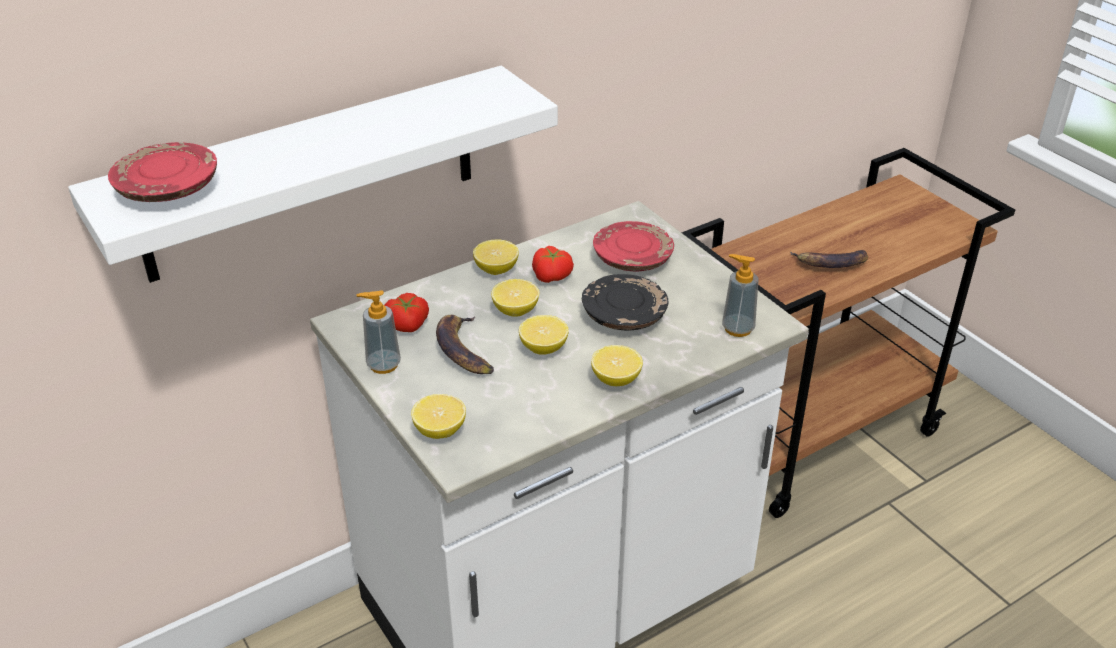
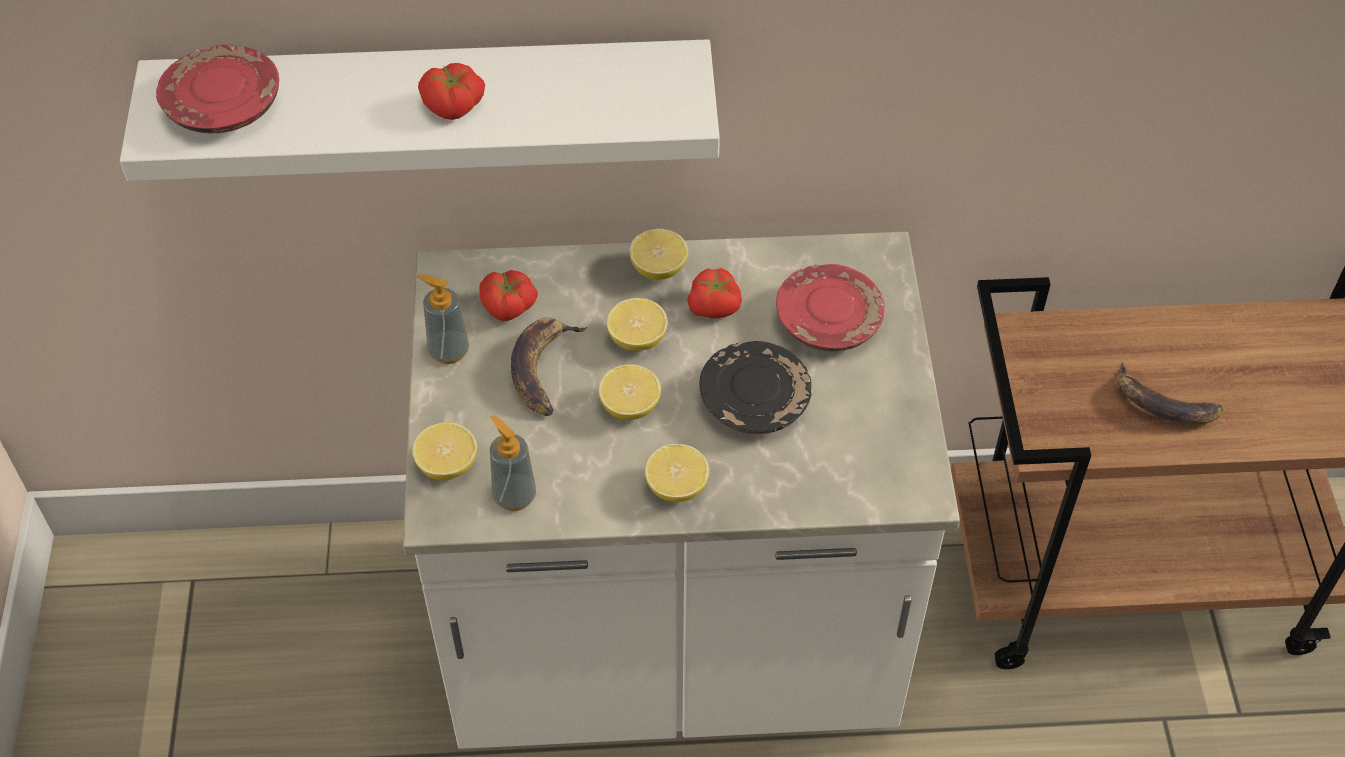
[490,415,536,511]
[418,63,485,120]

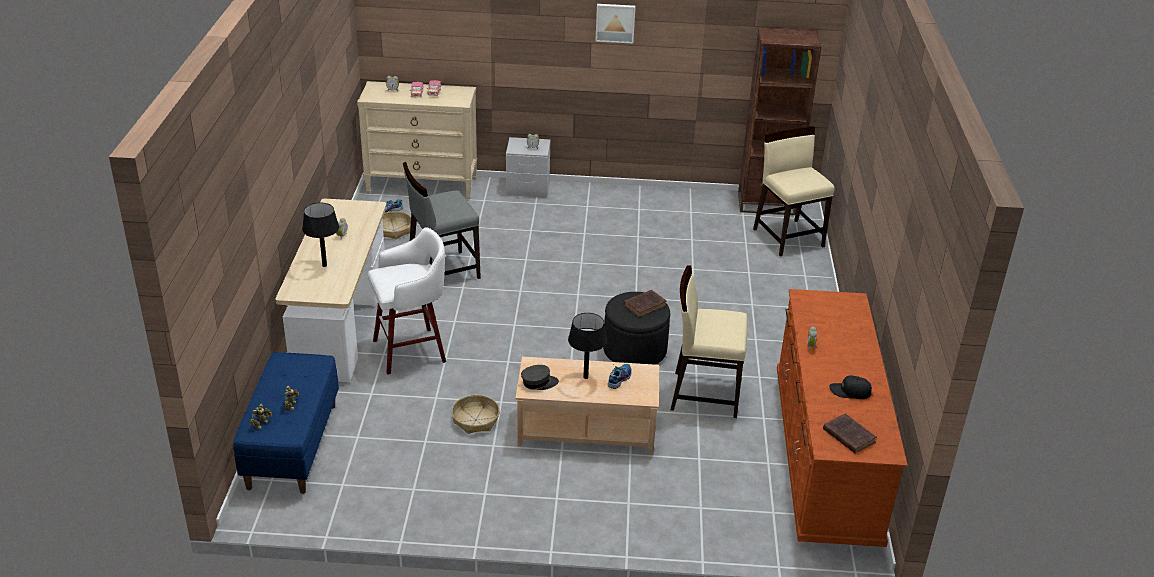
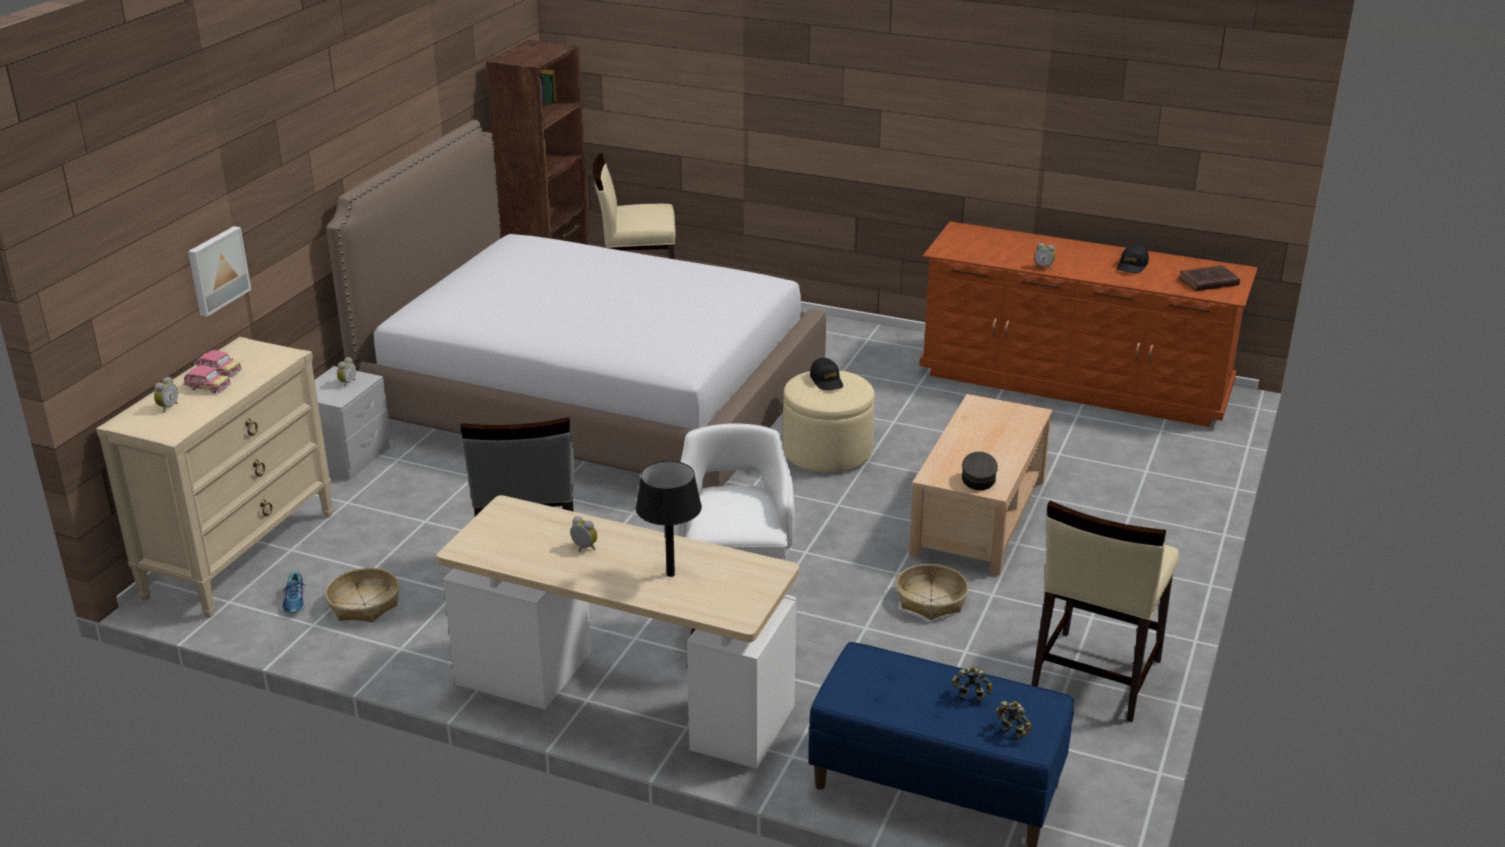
[568,313,607,379] (first image)
[188,226,251,317]
[783,370,875,473]
[608,364,632,389] (first image)
[810,358,843,390]
[1031,501,1179,722]
[326,120,826,488]

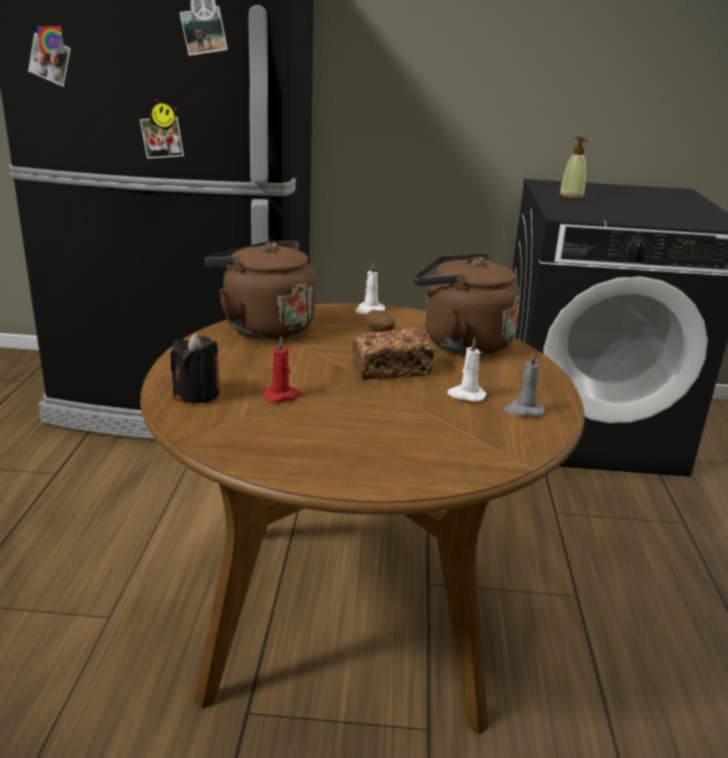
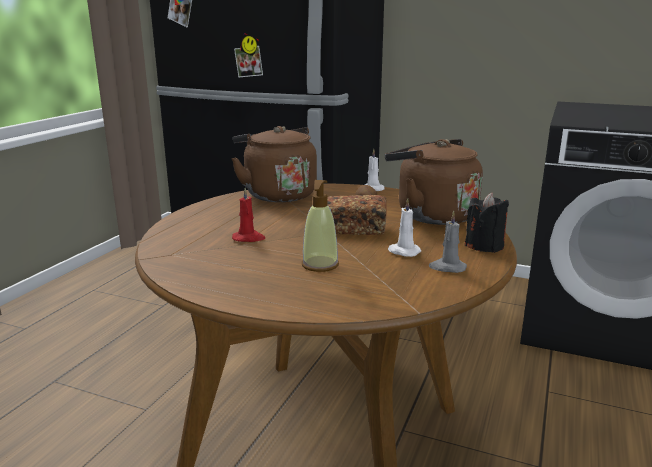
[465,193,509,253]
[302,180,339,272]

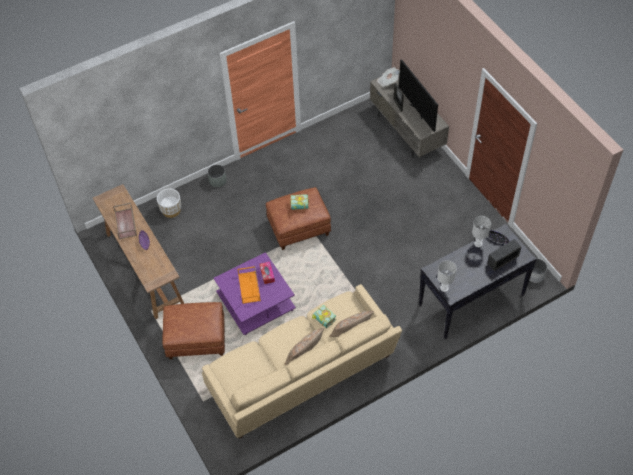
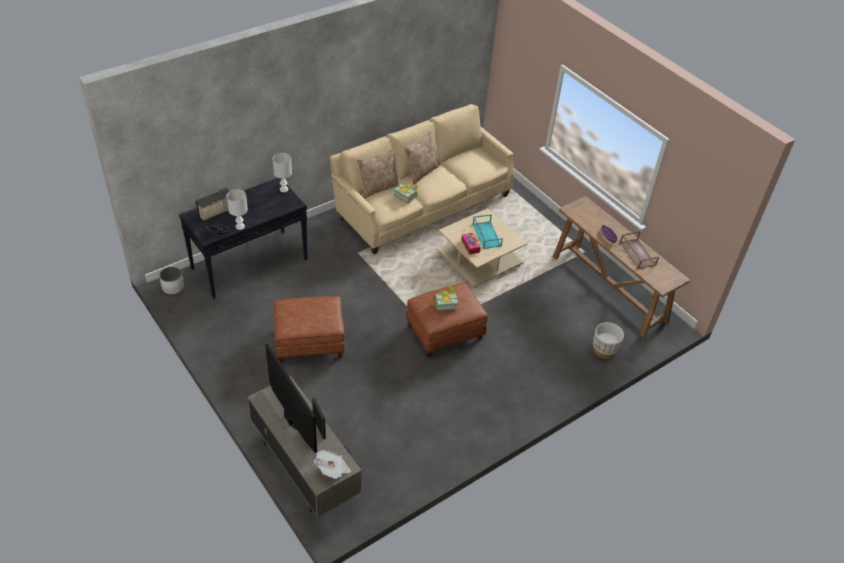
[273,296,345,363]
[207,164,227,187] (first image)
[437,208,527,288]
[473,214,503,249]

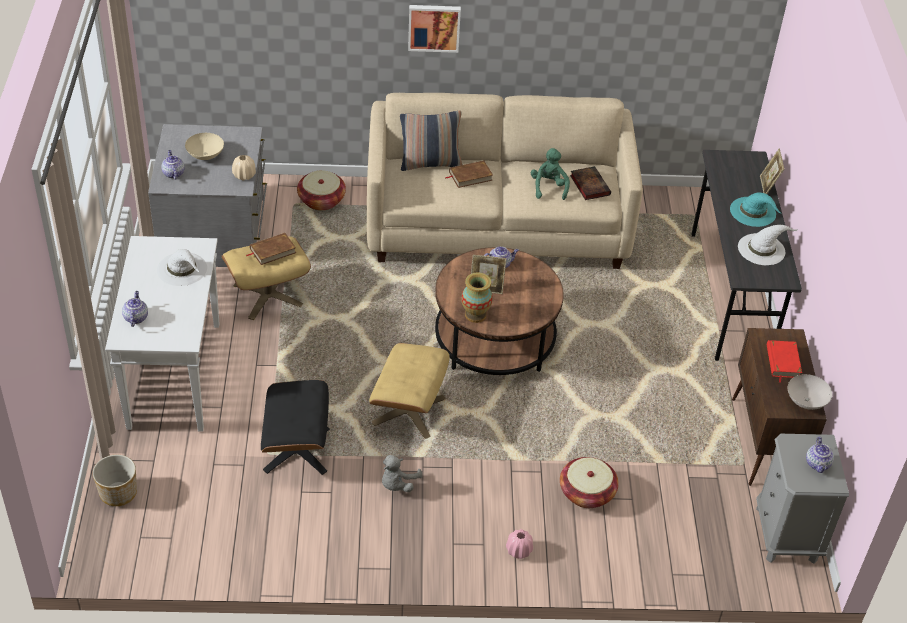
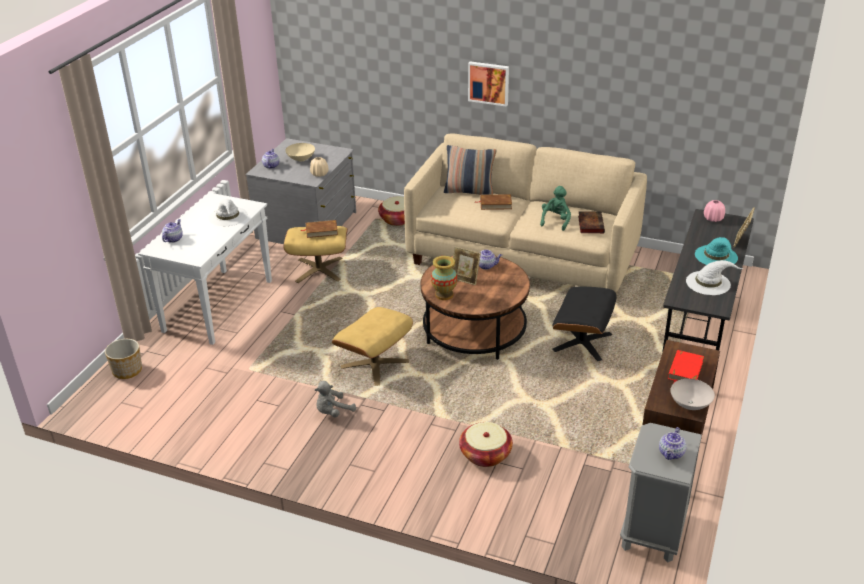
[552,287,617,361]
[704,200,725,222]

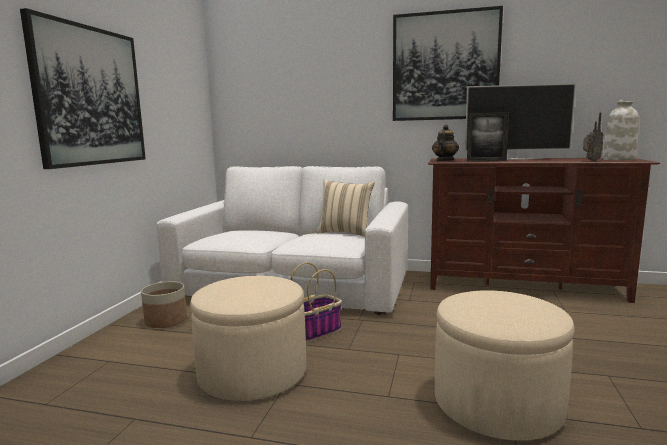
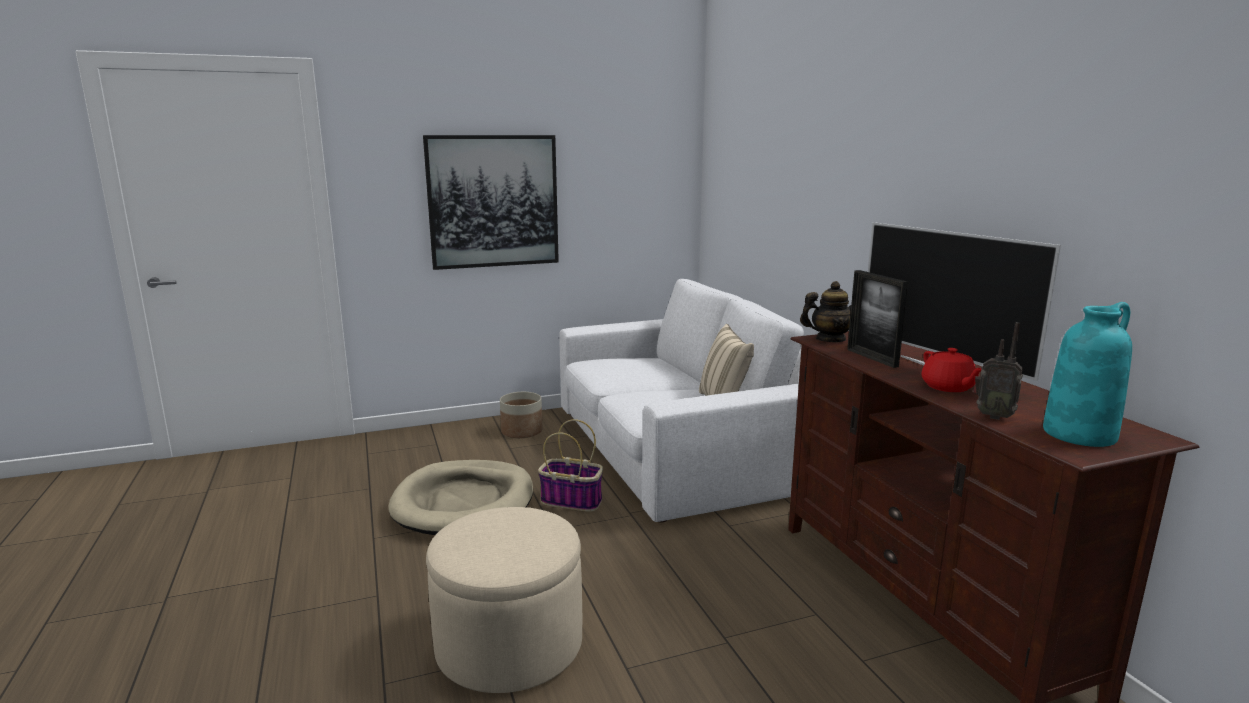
[389,460,533,535]
[393,6,503,121] (first image)
[1043,302,1132,447]
[922,348,982,392]

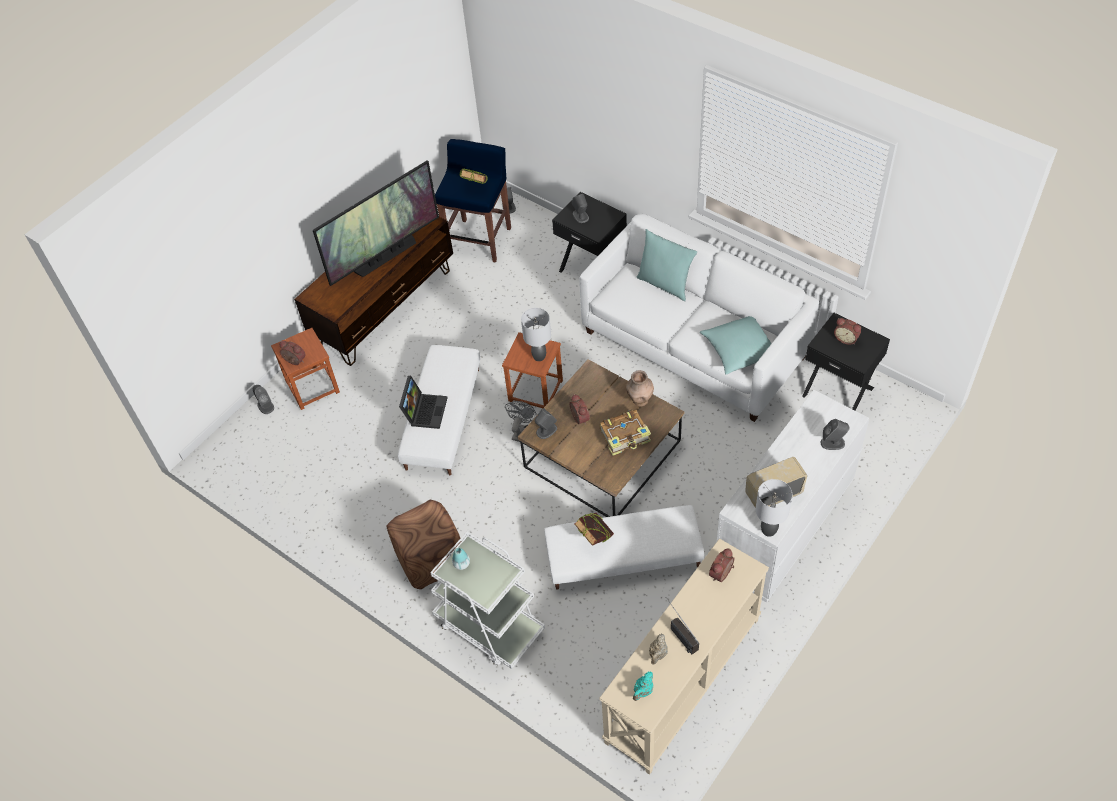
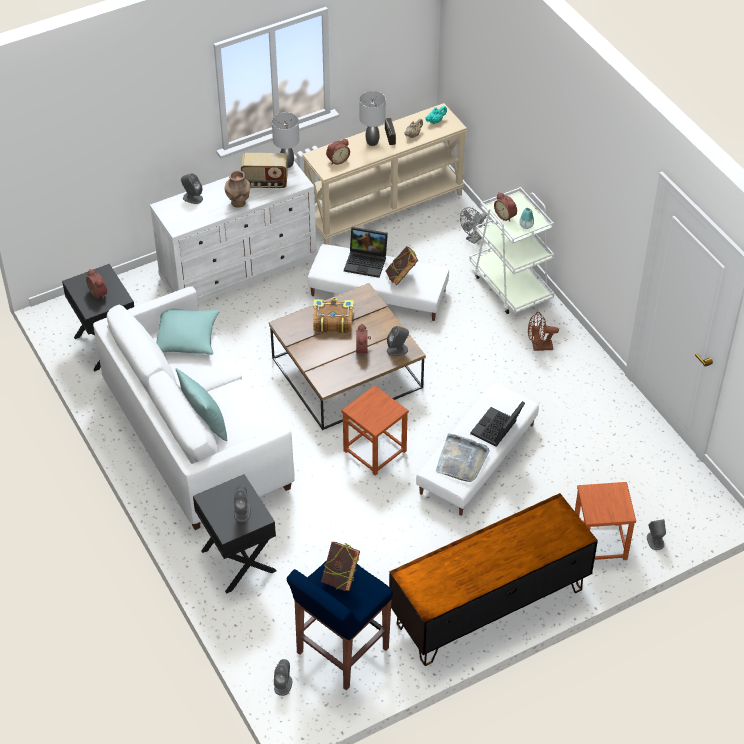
[494,193,517,221]
[313,160,439,286] (first image)
[528,312,559,351]
[460,207,487,244]
[359,91,386,146]
[225,170,250,208]
[344,227,388,278]
[436,434,490,482]

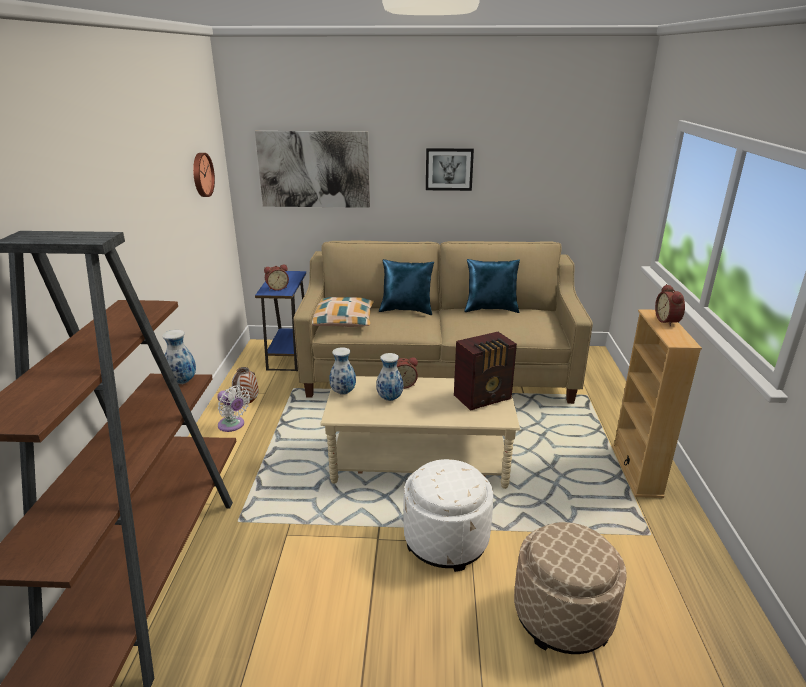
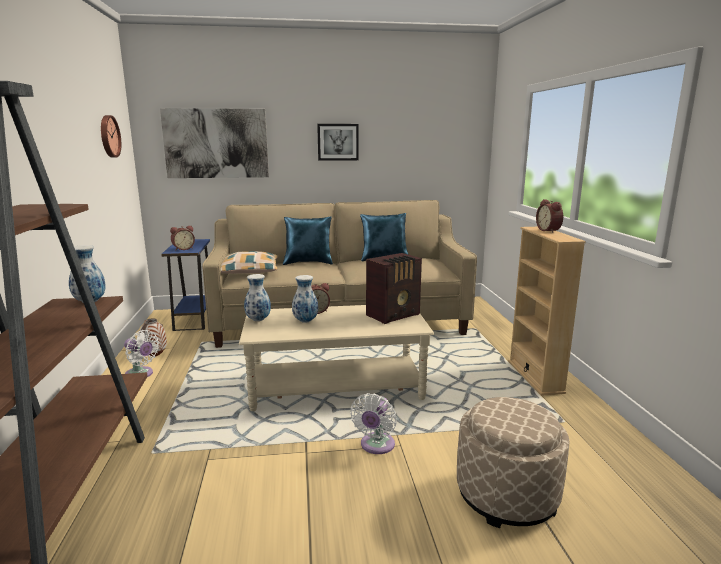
[350,393,397,454]

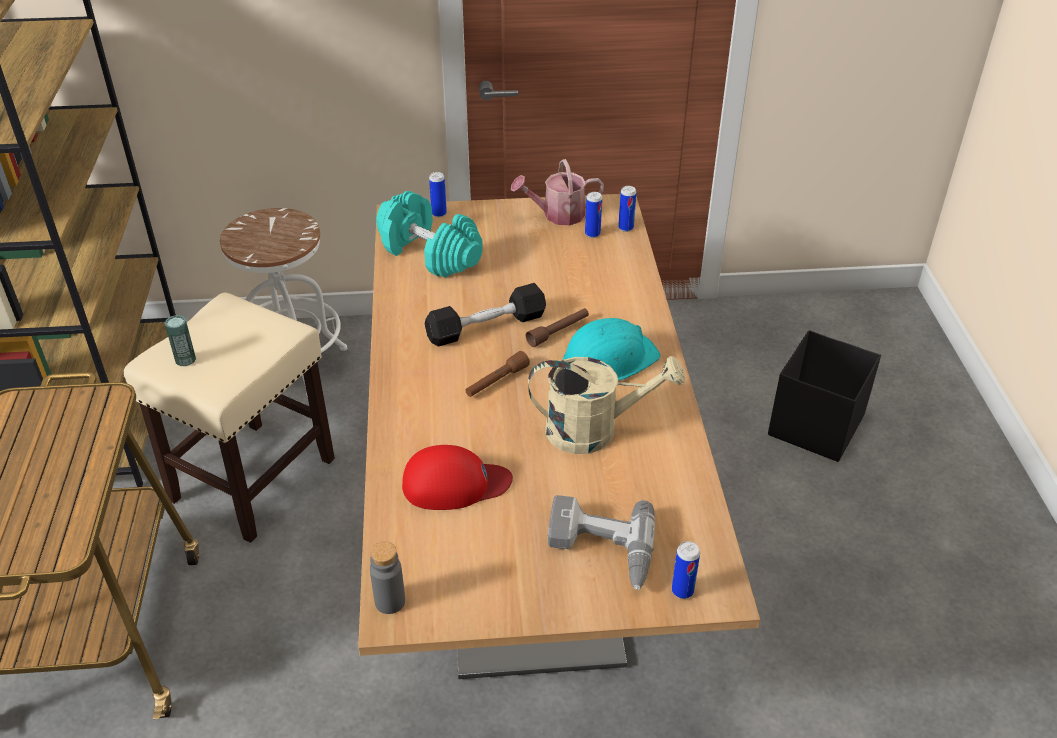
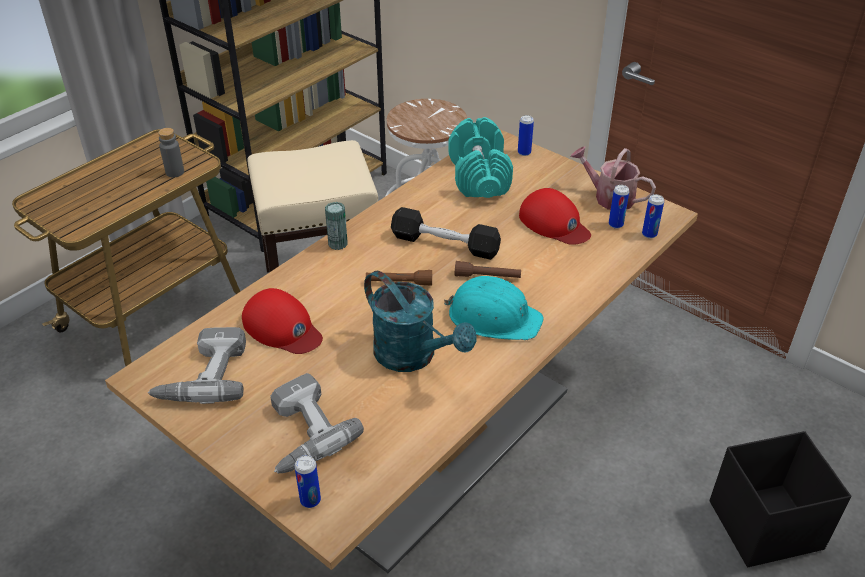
[325,202,348,250]
[158,128,184,177]
[364,271,477,372]
[148,327,246,404]
[519,188,591,245]

